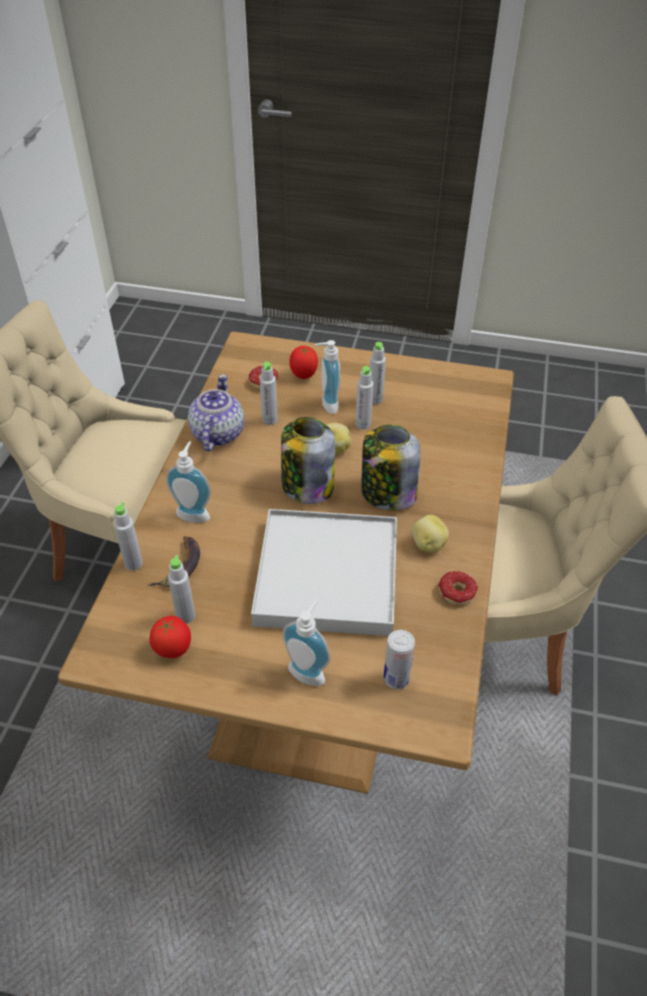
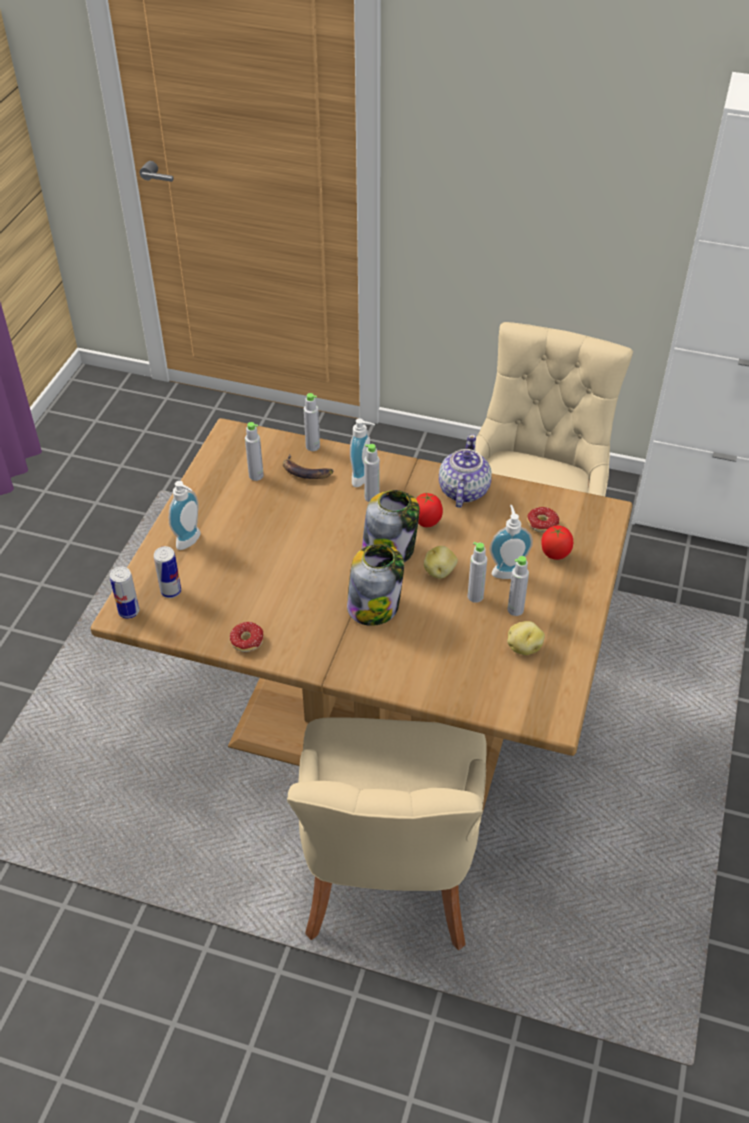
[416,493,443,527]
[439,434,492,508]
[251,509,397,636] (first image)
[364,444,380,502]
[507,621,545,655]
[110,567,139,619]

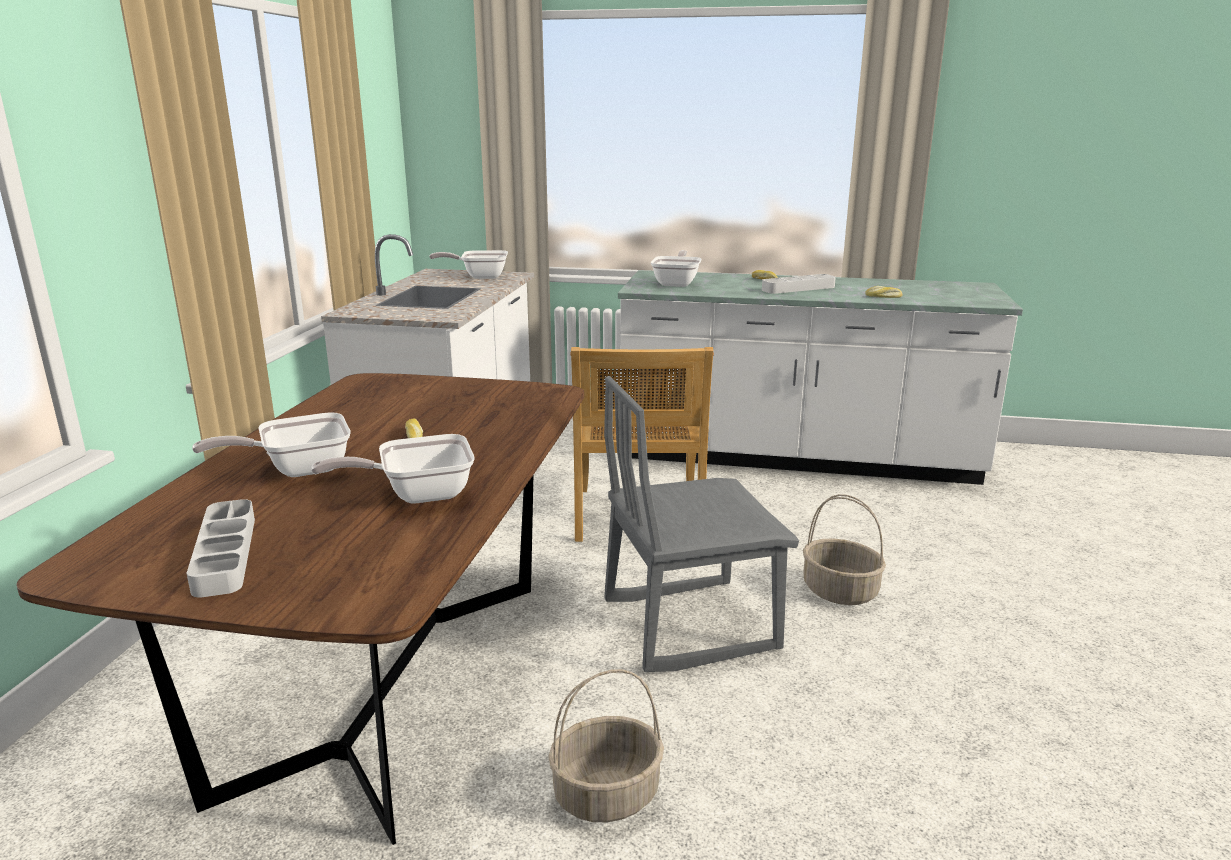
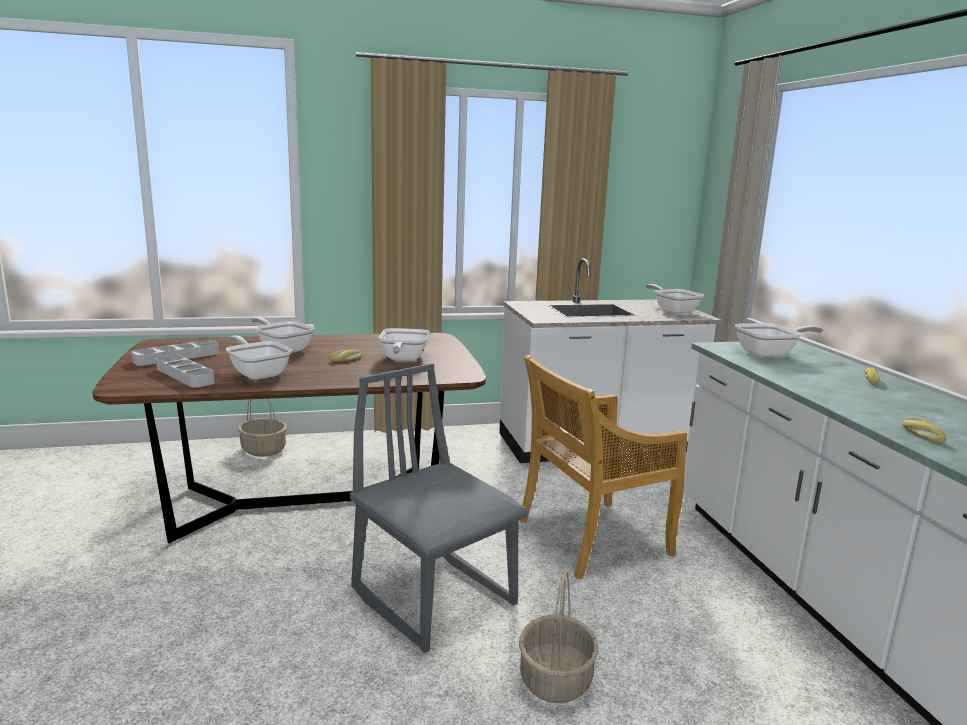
[238,399,287,457]
[156,355,215,387]
[379,328,430,361]

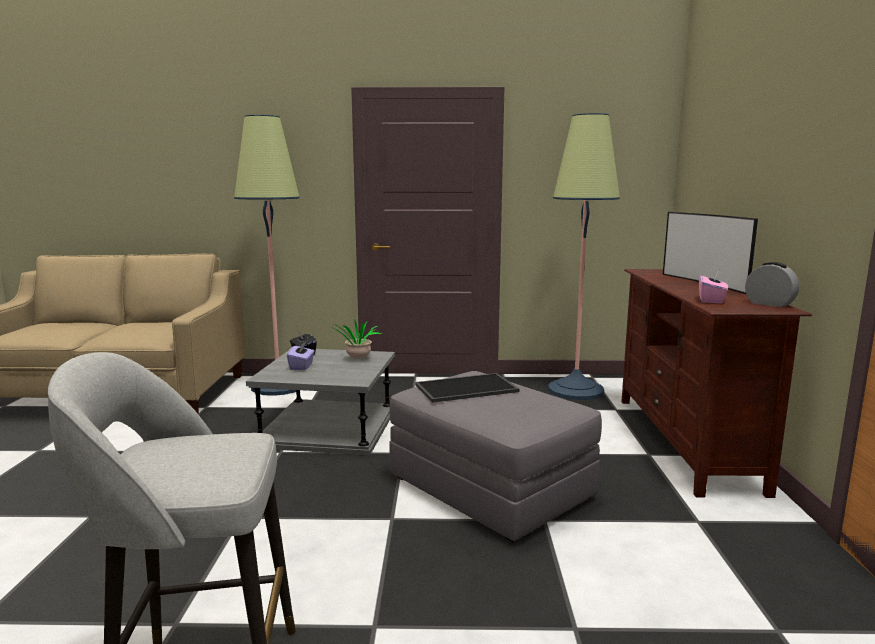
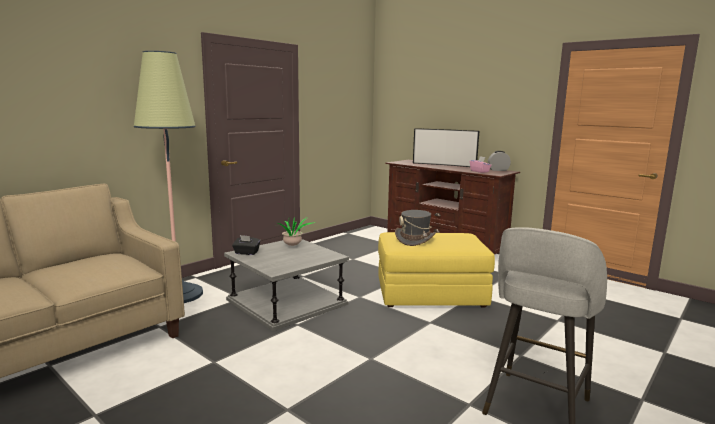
[287,341,314,370] (first image)
[378,232,495,307]
[395,210,436,246]
[548,113,620,400] (first image)

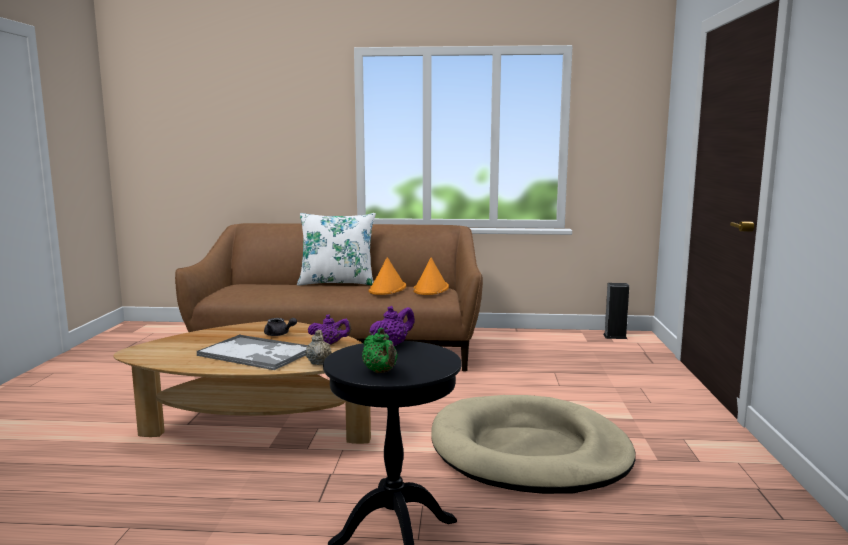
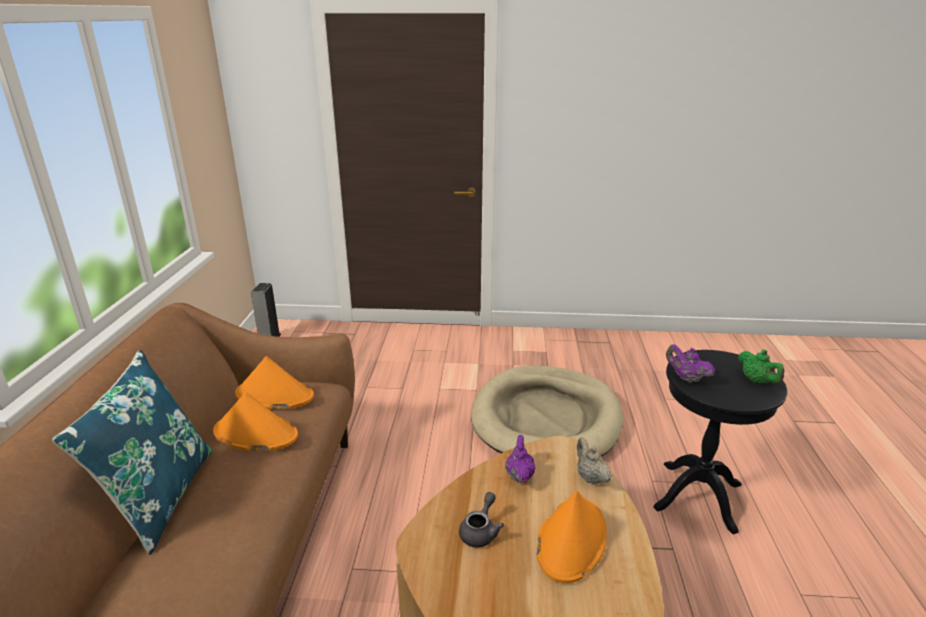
[536,491,607,583]
[52,350,213,555]
[577,437,612,485]
[738,349,784,384]

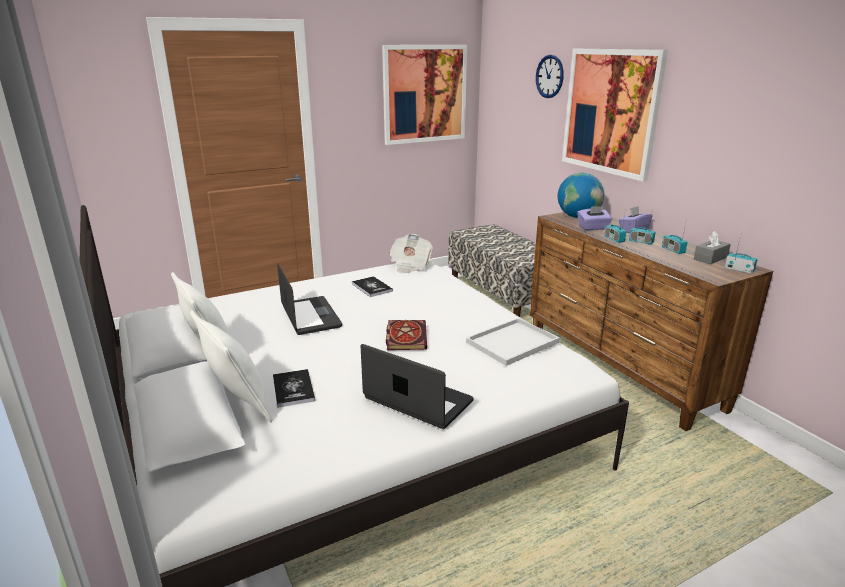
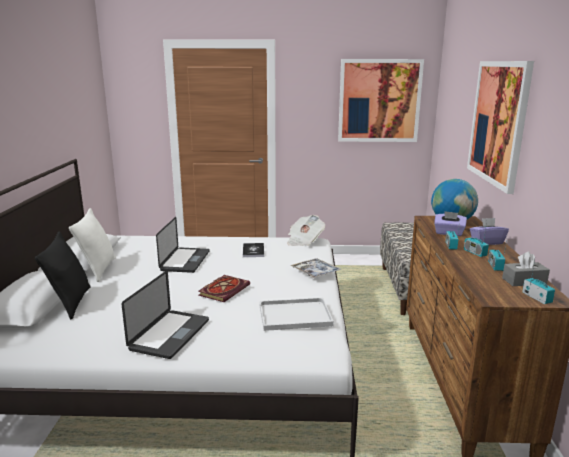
[35,231,91,320]
[273,369,315,408] (first image)
[122,271,209,359]
[536,55,564,98] (first image)
[290,258,341,278]

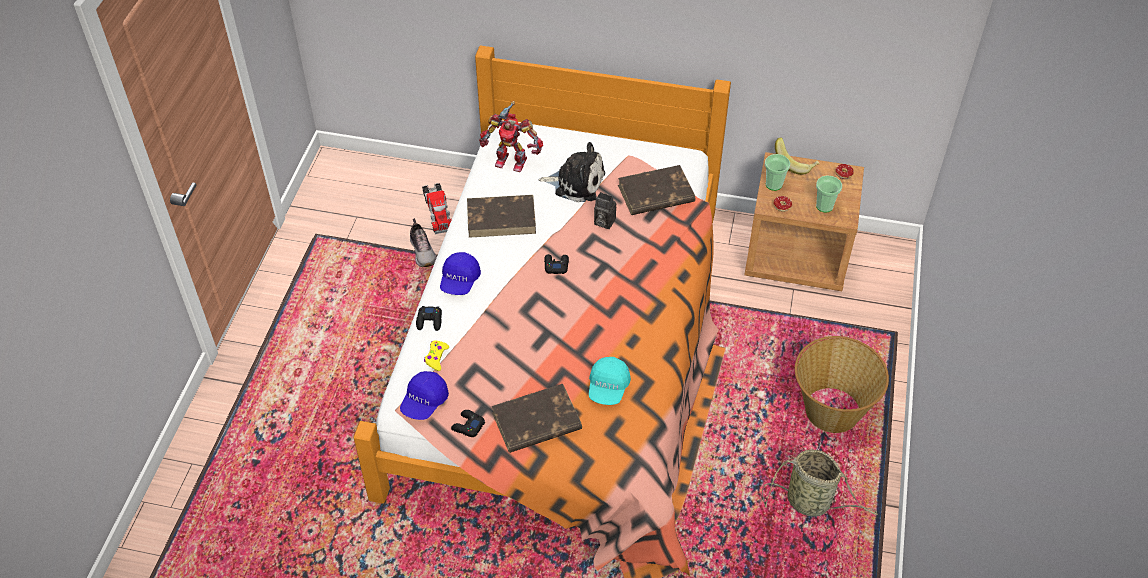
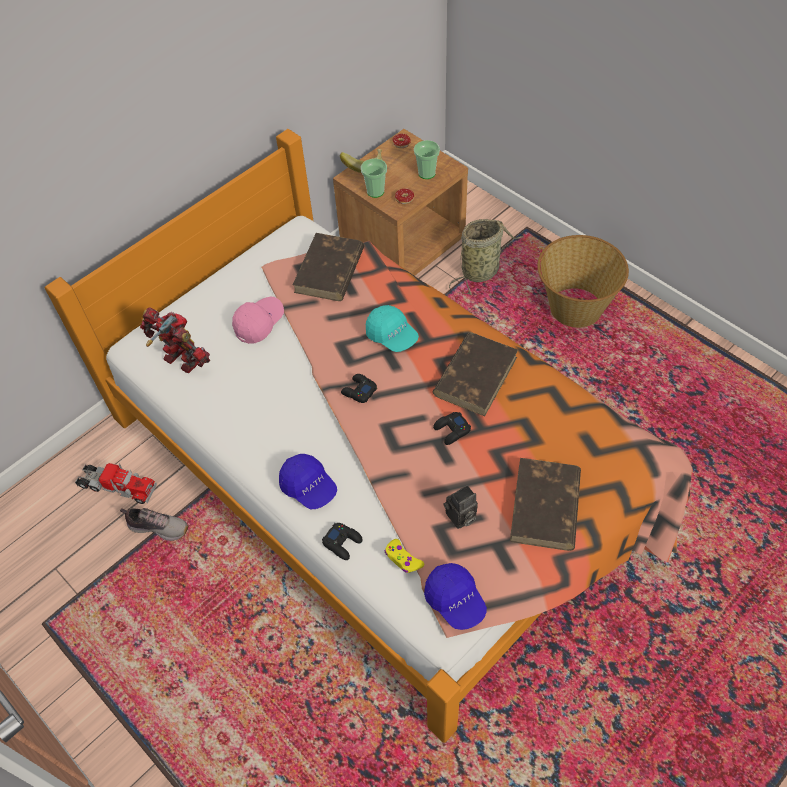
[433,412,471,445]
[433,332,518,417]
[140,307,210,373]
[232,297,284,344]
[366,305,419,352]
[444,485,478,529]
[449,219,524,295]

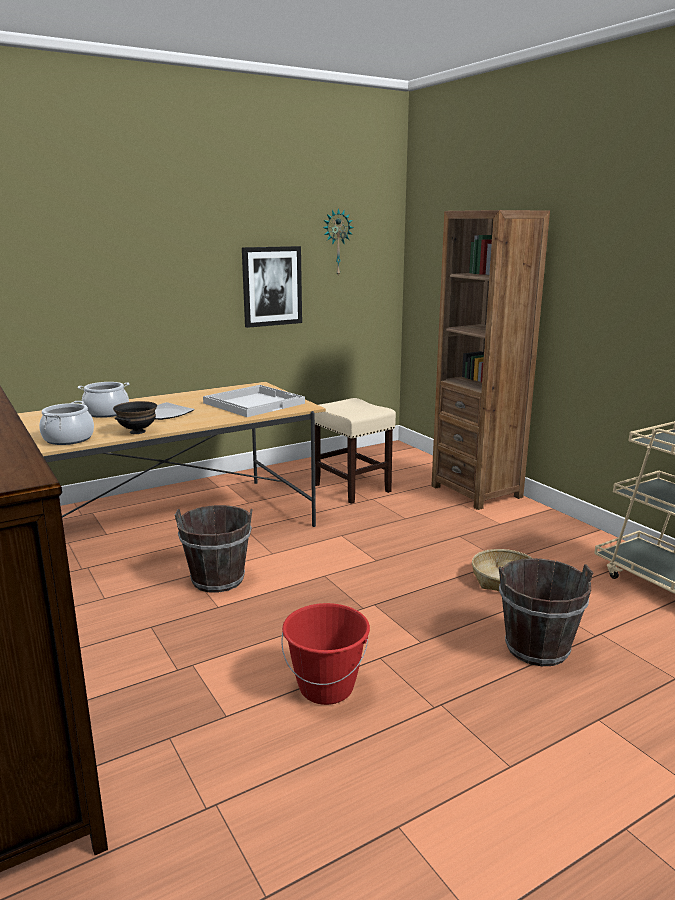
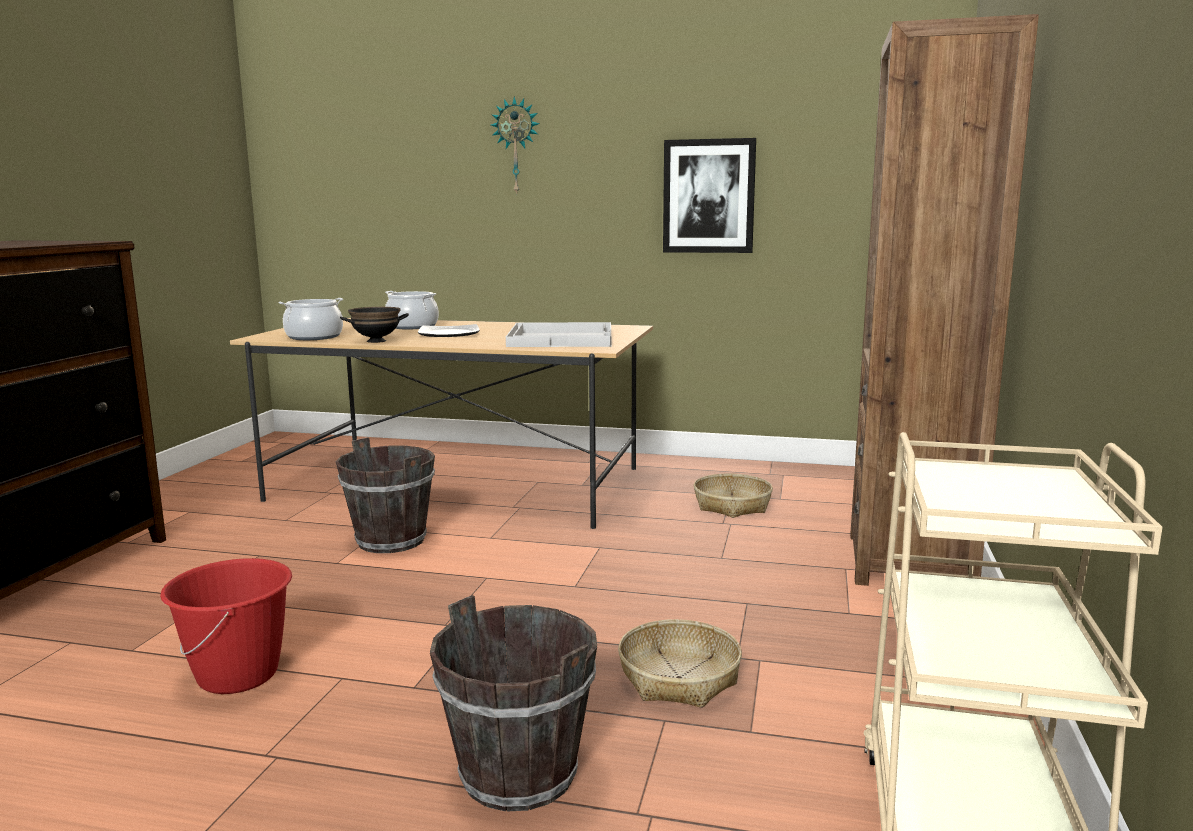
[694,474,773,518]
[491,96,540,195]

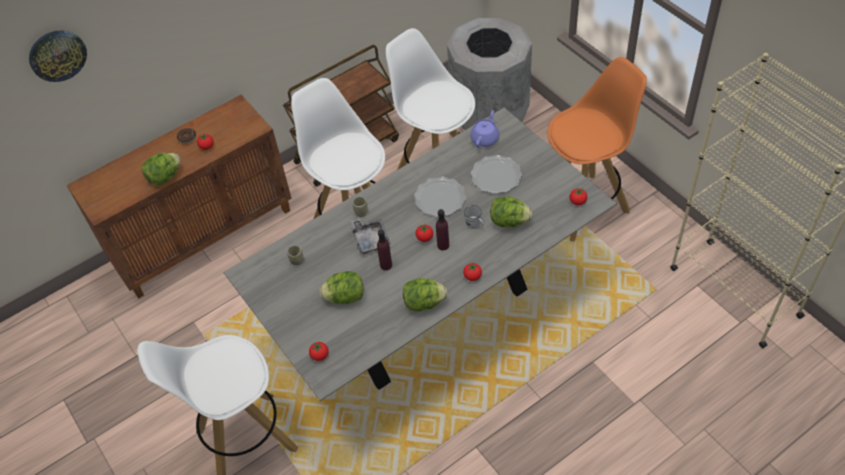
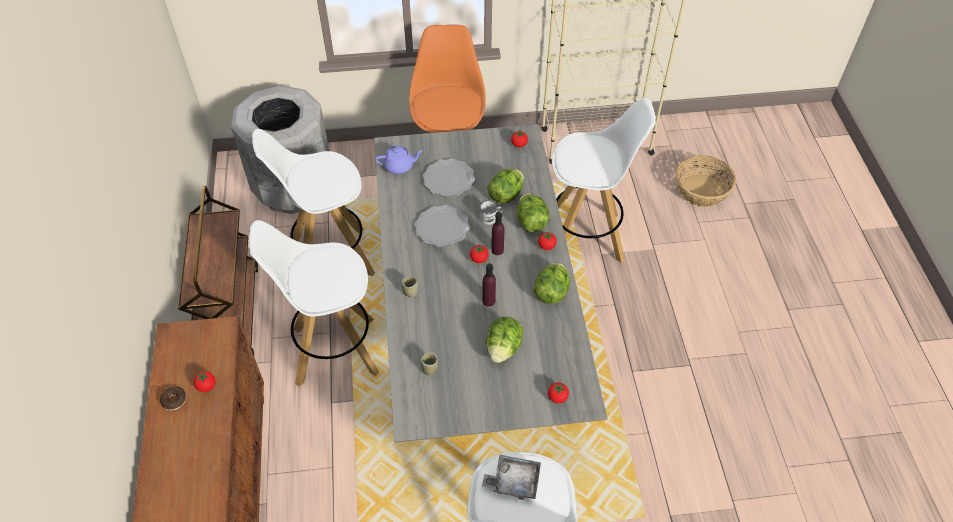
[29,30,87,82] (first image)
[517,193,550,232]
[482,455,541,500]
[375,146,423,174]
[552,98,656,263]
[676,155,736,207]

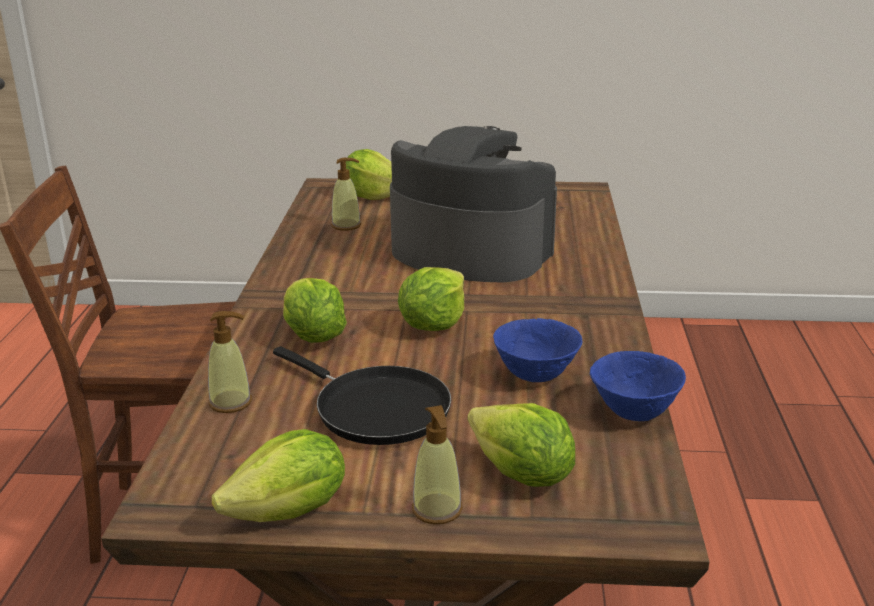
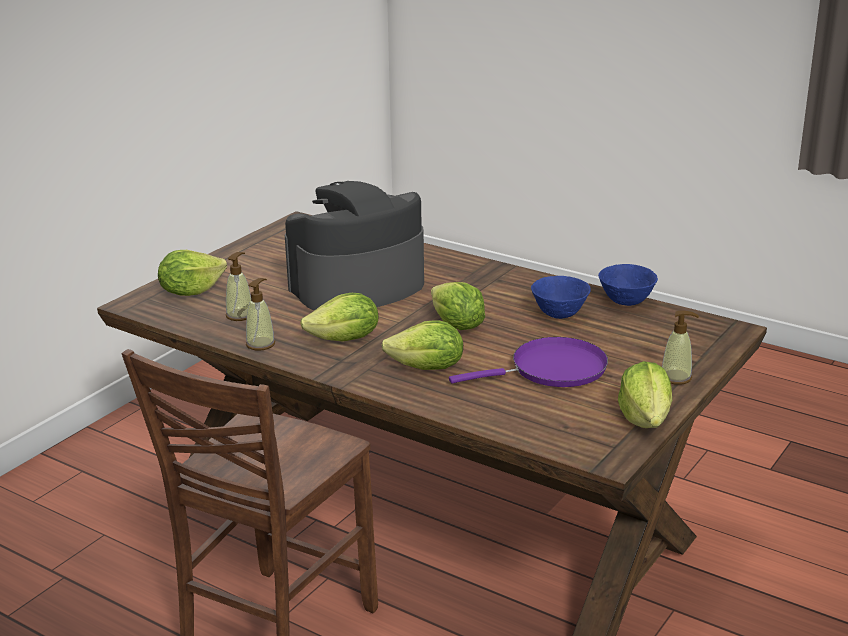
[246,278,275,351]
[449,337,608,387]
[300,293,378,341]

